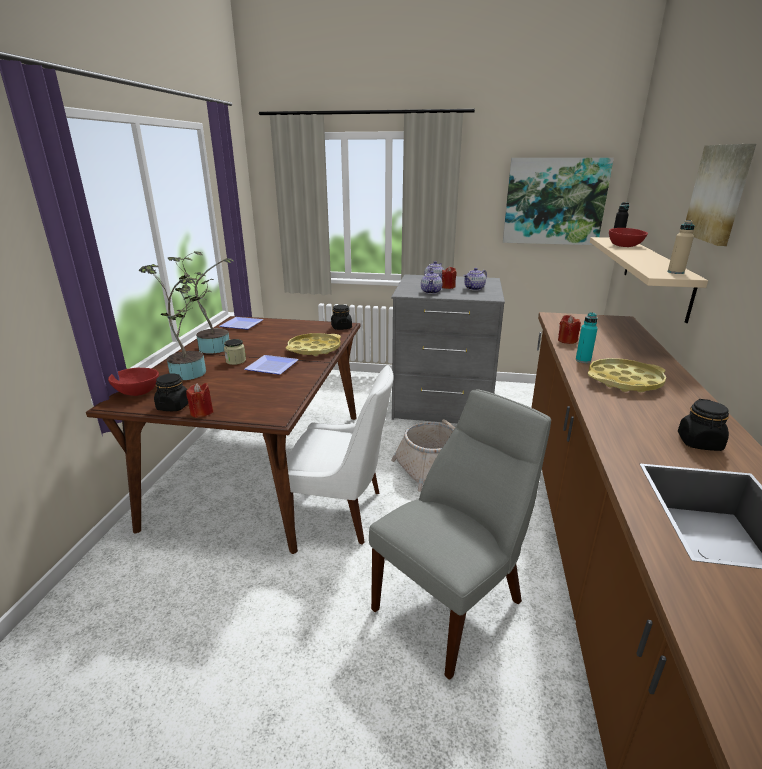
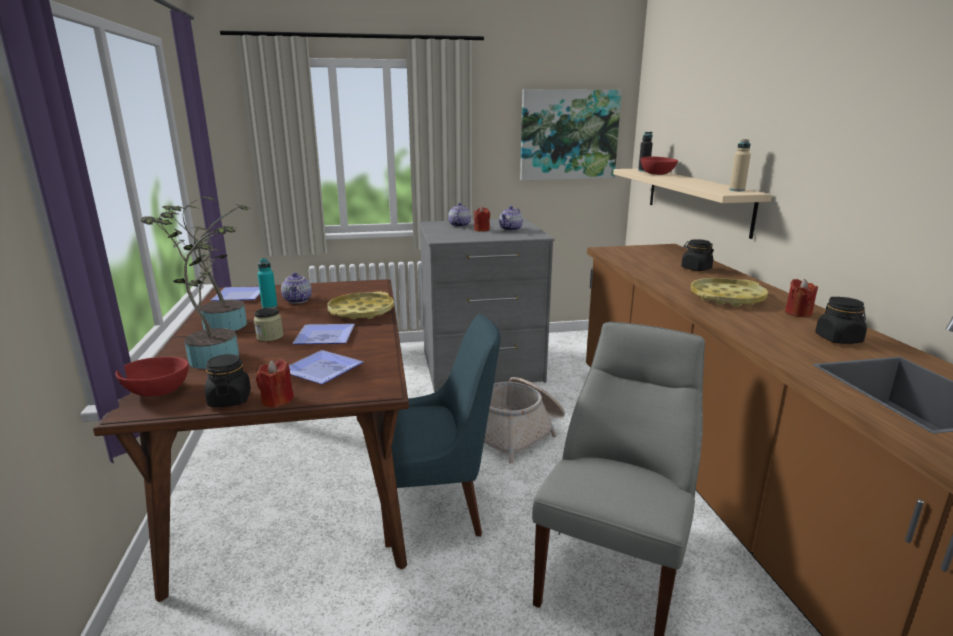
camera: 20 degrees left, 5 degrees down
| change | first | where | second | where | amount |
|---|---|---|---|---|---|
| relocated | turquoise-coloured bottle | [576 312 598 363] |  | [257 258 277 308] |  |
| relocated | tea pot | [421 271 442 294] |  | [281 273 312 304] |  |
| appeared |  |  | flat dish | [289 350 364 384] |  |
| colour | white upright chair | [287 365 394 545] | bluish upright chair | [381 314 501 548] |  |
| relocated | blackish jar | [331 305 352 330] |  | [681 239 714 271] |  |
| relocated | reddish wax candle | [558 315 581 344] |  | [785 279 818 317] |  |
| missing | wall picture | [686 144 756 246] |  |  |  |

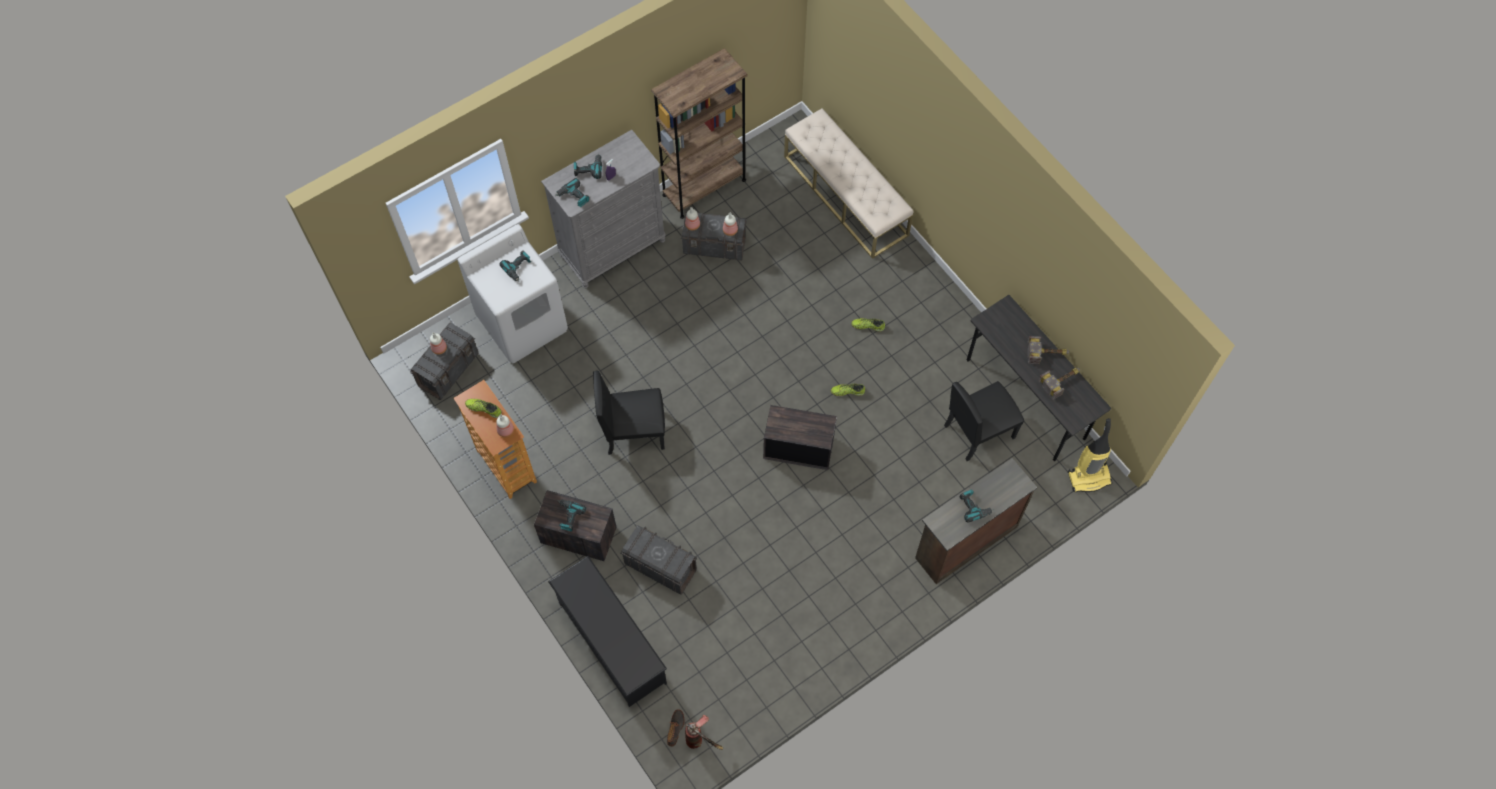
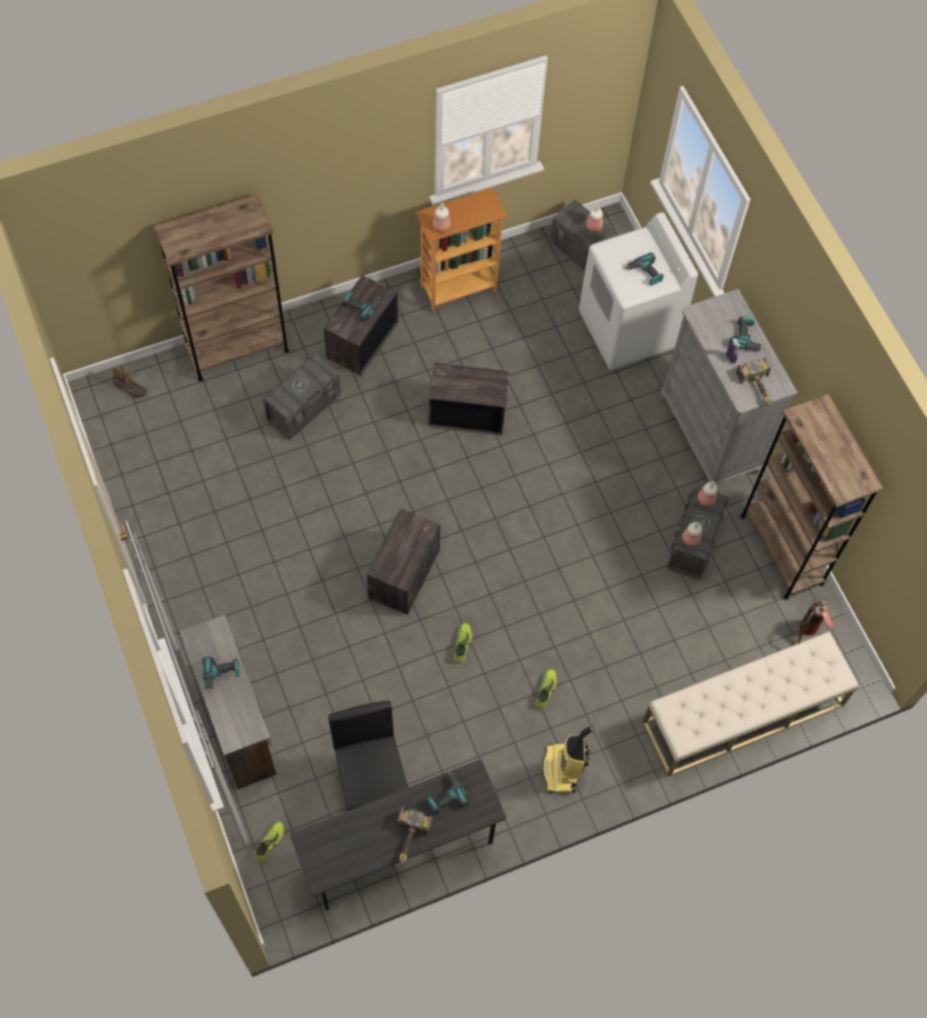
camera: 100 degrees right, 0 degrees up
| change | first | where | second | where | amount |
|---|---|---|---|---|---|
| exchanged | blackish shoe rack | [548 556 667 707] | brown shelving unit | [154 194 289 382] |  |
| relocated | low shoe | [465 399 502 418] |  | [254 821 285 863] |  |
| relocated | drill | [555 178 589 207] |  | [428 771 469 814] |  |
| exchanged | blackish upright chair | [593 371 665 455] | shipping crate | [429 363 509 436] |  |
| relocated | vacuum | [1068 418 1112 492] |  | [543 725 594 793] |  |
| relocated | hand hammer | [1038 368 1080 400] |  | [736 357 772 406] |  |
| relocated | fire extinguisher | [685 715 723 750] |  | [795 599 835 645] |  |

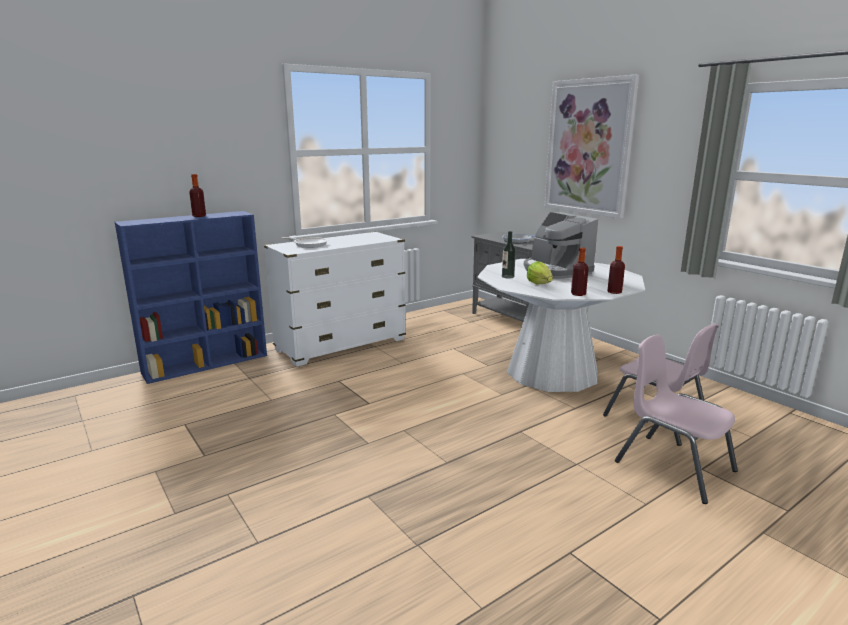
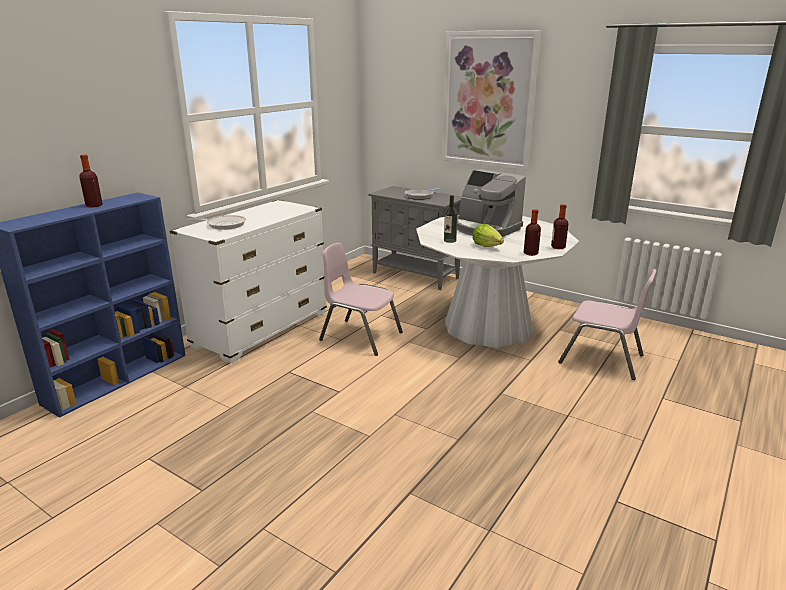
camera: 20 degrees left, 5 degrees up
| change | first | where | second | where | amount |
|---|---|---|---|---|---|
| relocated | pinkish upright chair | [615 335 738 504] |  | [319 243 403 356] |  |

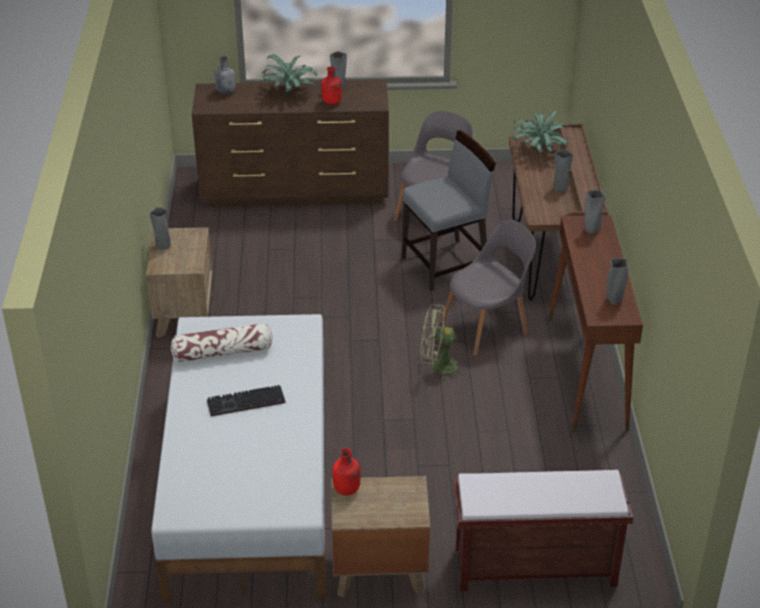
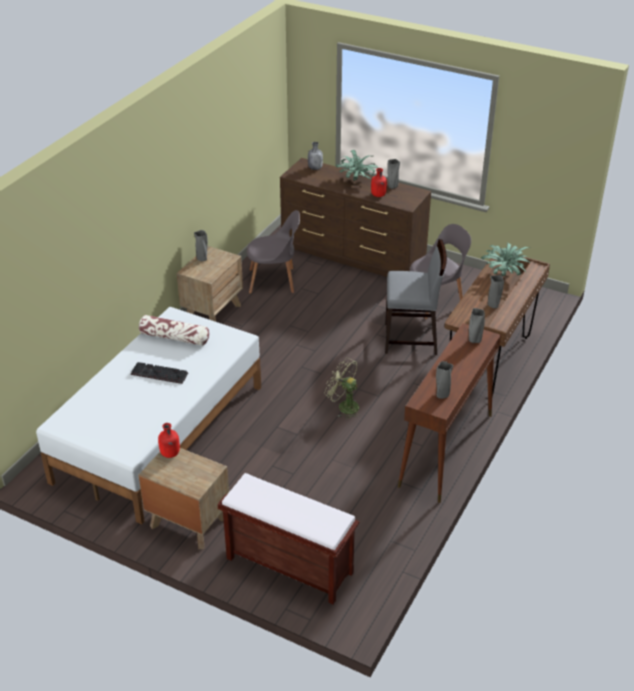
camera: 30 degrees right, 0 degrees up
| change | first | where | second | where | amount |
|---|---|---|---|---|---|
| relocated | gray upright chair | [440 219 536 356] |  | [247 210 300 294] |  |

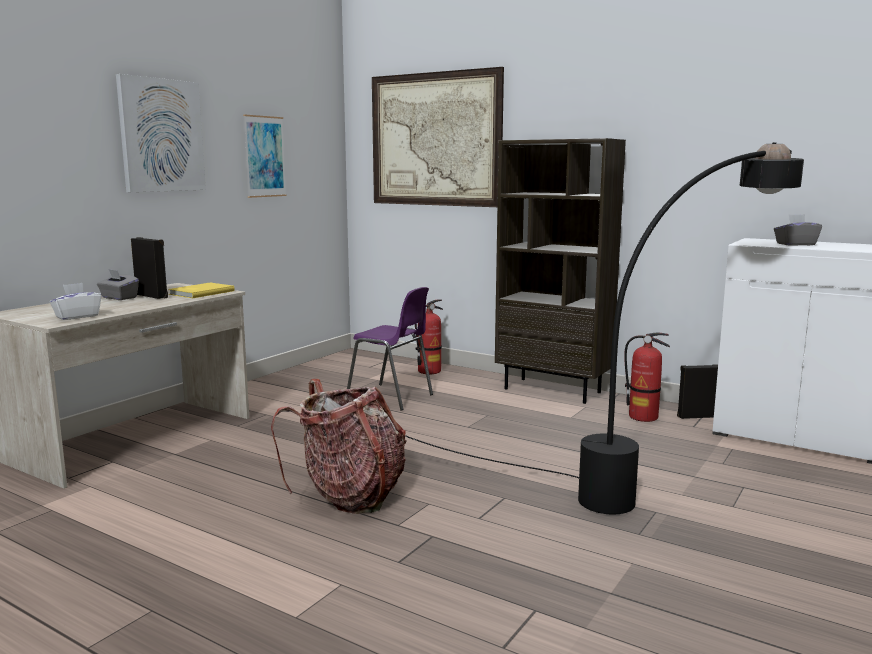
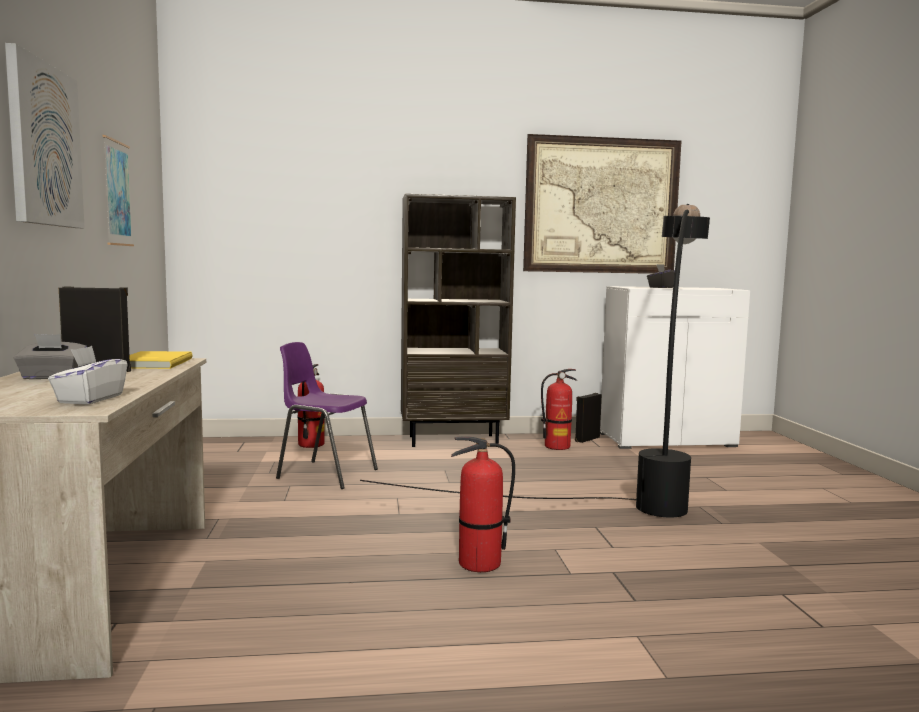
camera: 40 degrees left, 5 degrees down
| change | first | where | second | where | amount |
|---|---|---|---|---|---|
| spun | purplish upright chair | [347 287 433 411] |  | [276 342 378 489] | 150 degrees counterclockwise |
| exchanged | knapsack | [271 379 406 514] | fire extinguisher | [451 436 515 572] |  |
| relocated | wall picture | [372 67 504 207] |  | [523 134 681 274] |  |

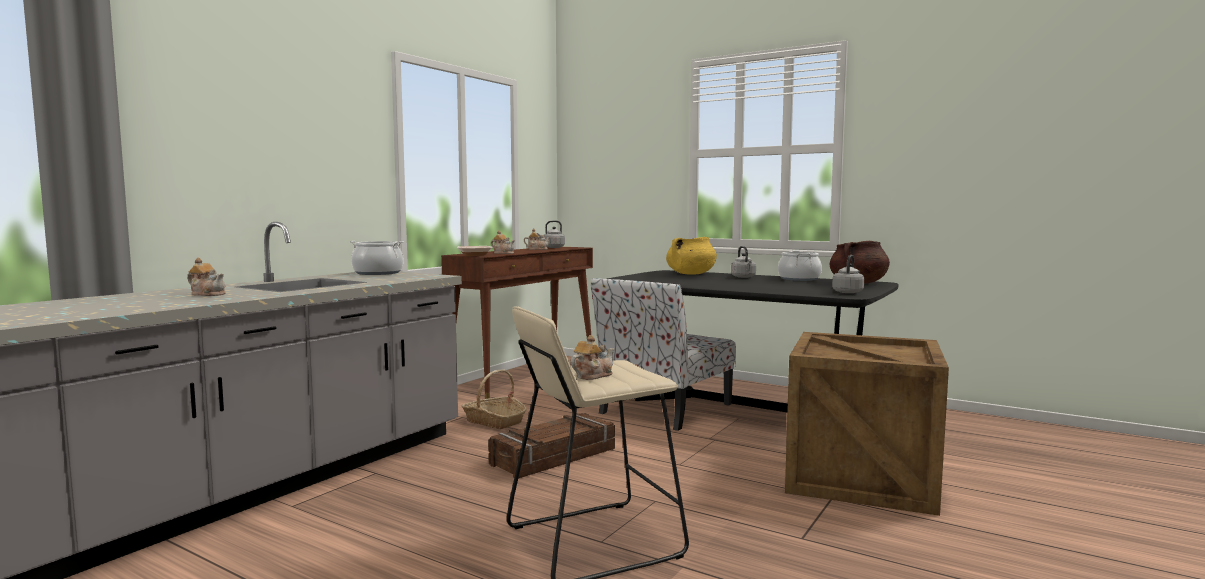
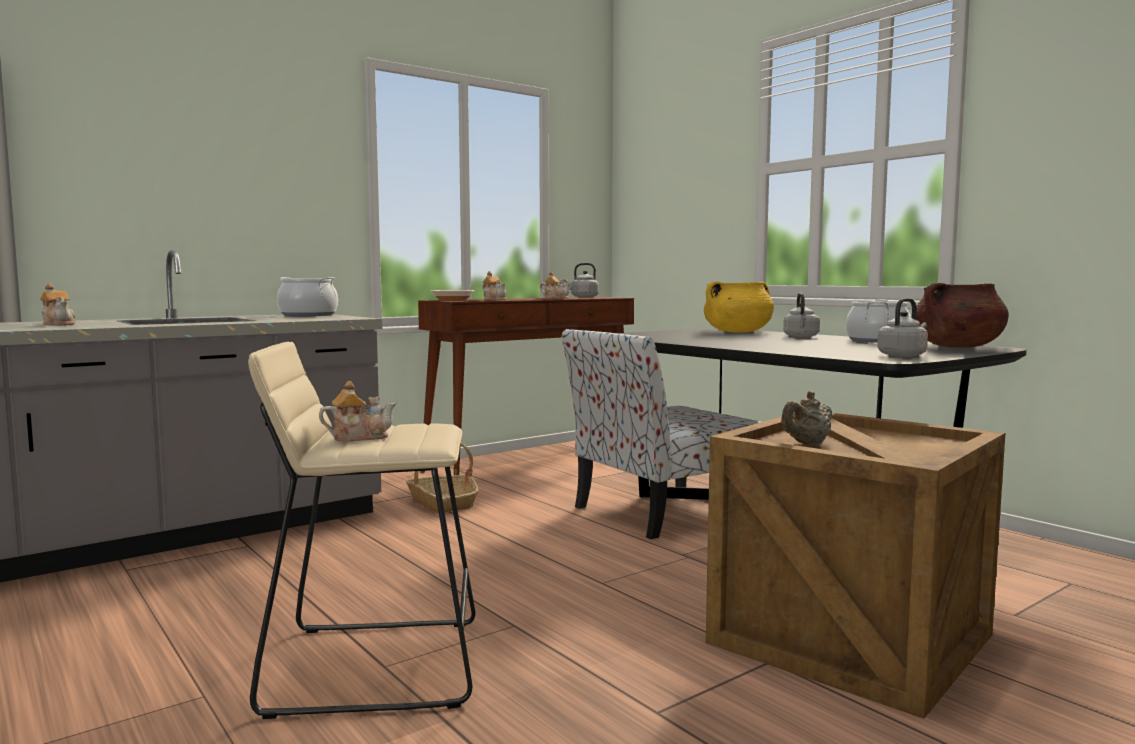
camera: 20 degrees right, 0 degrees up
| change | first | where | second | where | amount |
|---|---|---|---|---|---|
| appeared |  |  | beige-coloured tea pot | [781 391 832 445] |  |
| missing | shipping crate | [488 413 615 479] |  |  |  |

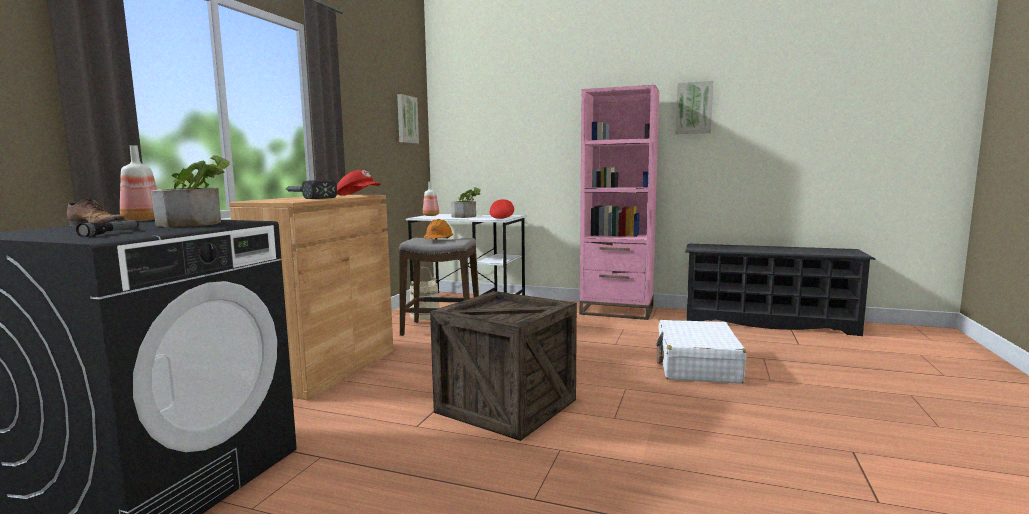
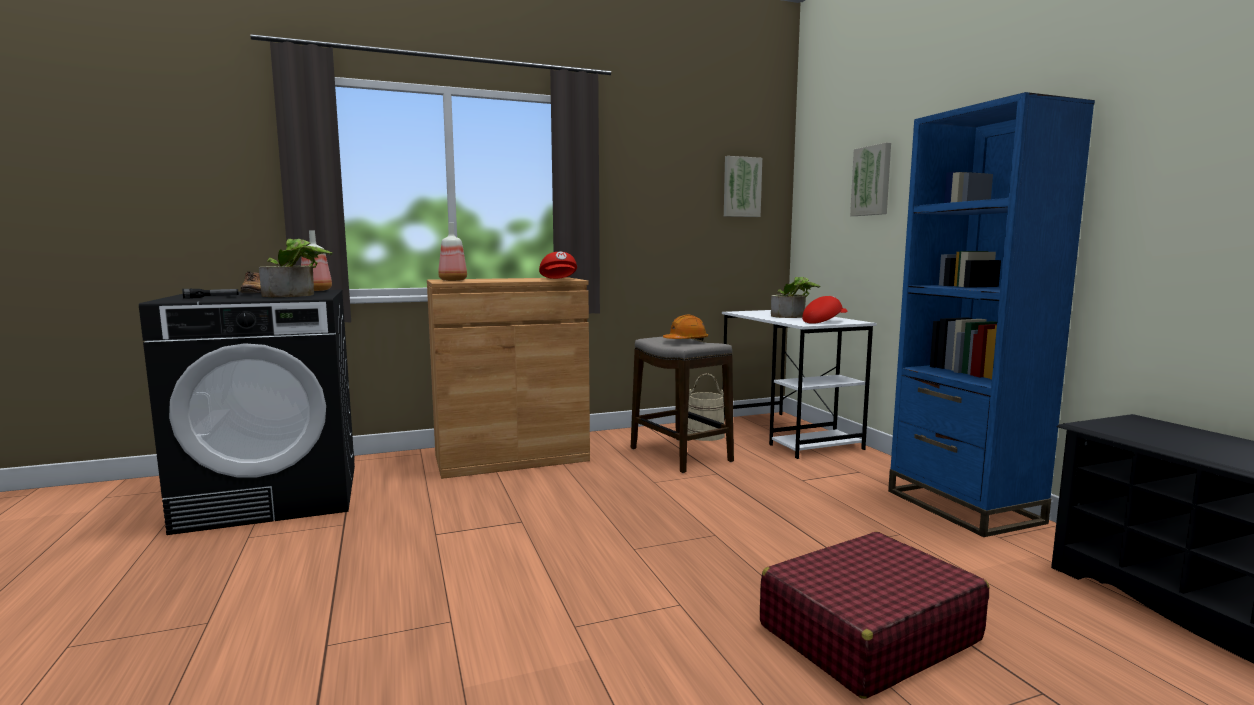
camera: 50 degrees right, 0 degrees up
| change | first | where | second | where | amount |
|---|---|---|---|---|---|
| relocated | bottle | [423 182 439 216] |  | [438 223 467 281] |  |
| colour | white suitcase | [656 320 746 384] | reddish suitcase | [760 532 989 699] |  |
| relocated | wall picture | [676 81 713 134] |  | [850 142 891 216] |  |
| colour | pinkish shelving unit | [579 85 660 320] | bluish shelving unit | [888 92 1095 537] |  |
| missing | hand hammer | [286 180 337 199] |  |  |  |
| missing | shipping crate | [430 291 577 441] |  |  |  |

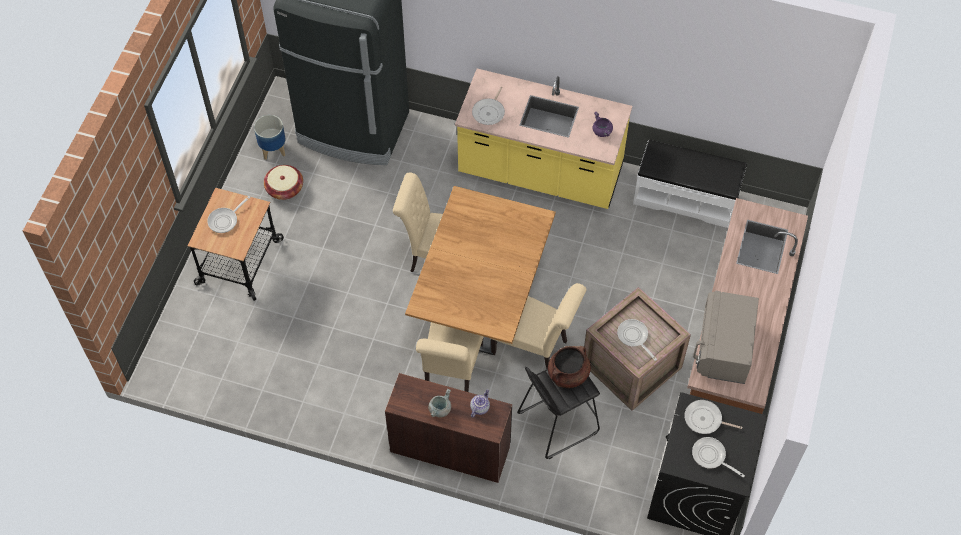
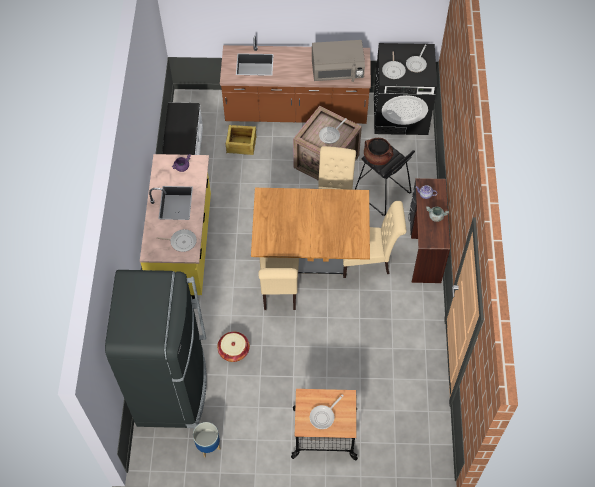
camera: 105 degrees left, 0 degrees up
| change | first | where | second | where | amount |
|---|---|---|---|---|---|
| relocated | storage basket | [264 165 303 200] |  | [217 332 250 362] |  |
| appeared |  |  | shipping crate | [226 125 256 155] |  |
| spun | skillet | [207 196 250 233] |  | [310 394 344 429] | 105 degrees clockwise |

